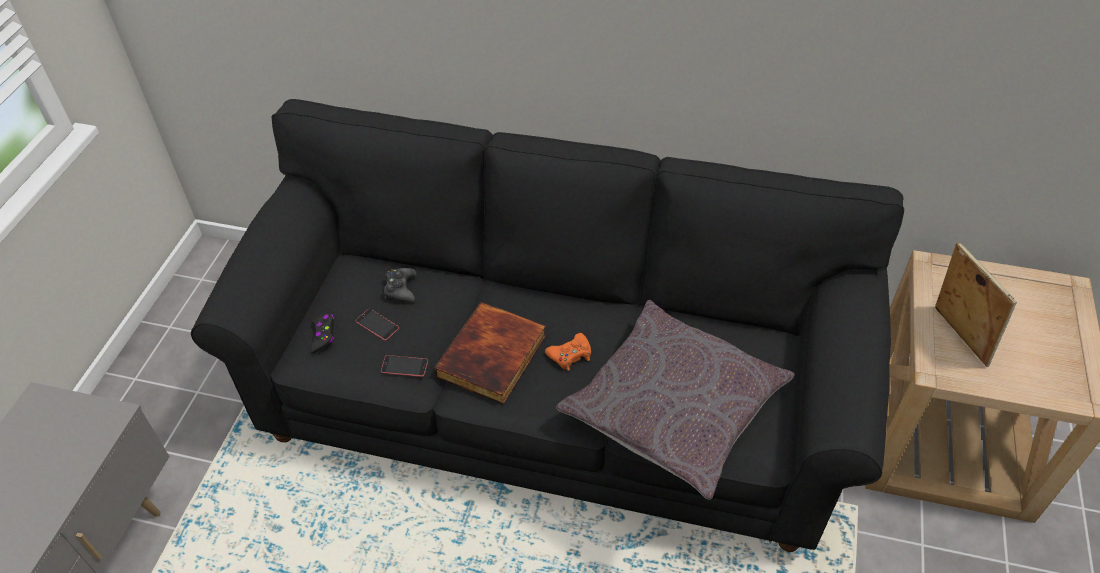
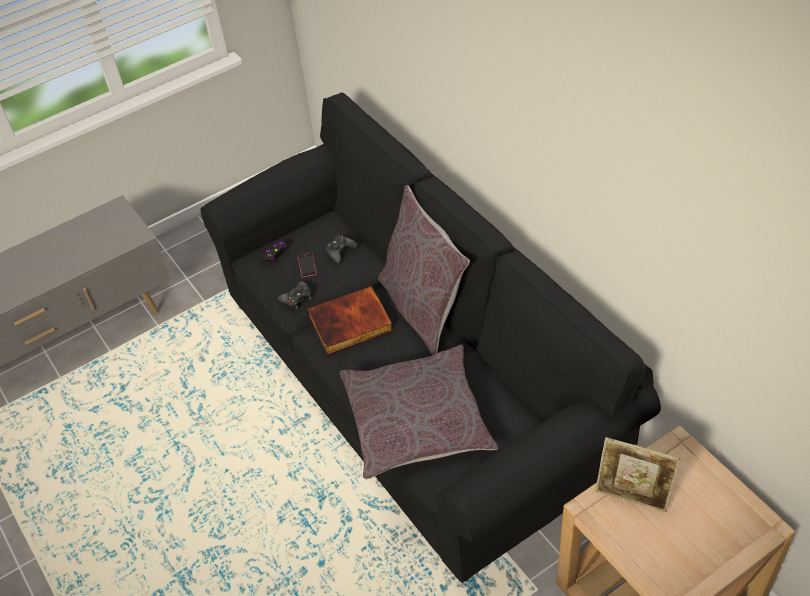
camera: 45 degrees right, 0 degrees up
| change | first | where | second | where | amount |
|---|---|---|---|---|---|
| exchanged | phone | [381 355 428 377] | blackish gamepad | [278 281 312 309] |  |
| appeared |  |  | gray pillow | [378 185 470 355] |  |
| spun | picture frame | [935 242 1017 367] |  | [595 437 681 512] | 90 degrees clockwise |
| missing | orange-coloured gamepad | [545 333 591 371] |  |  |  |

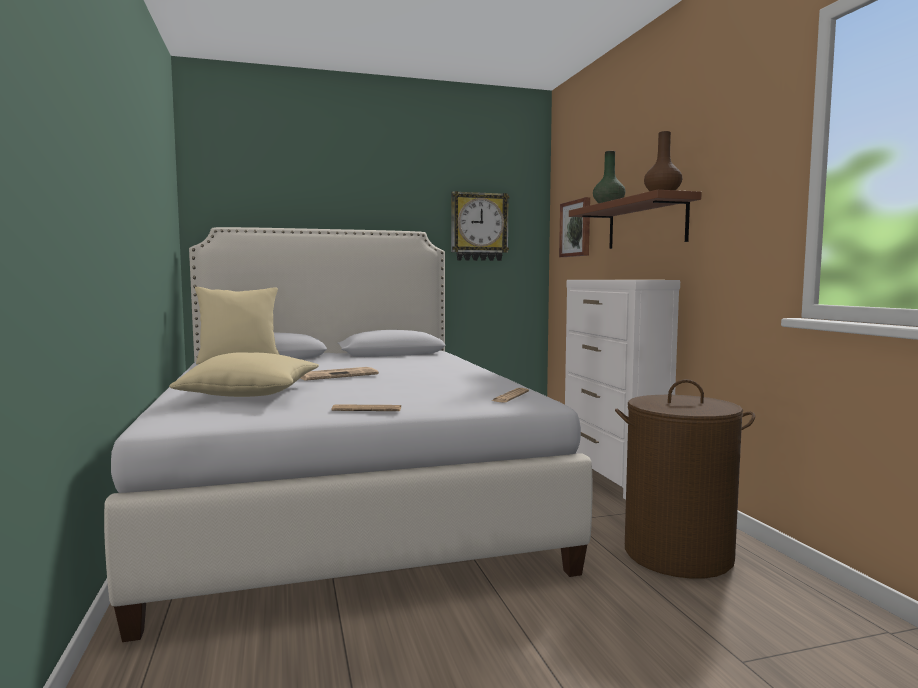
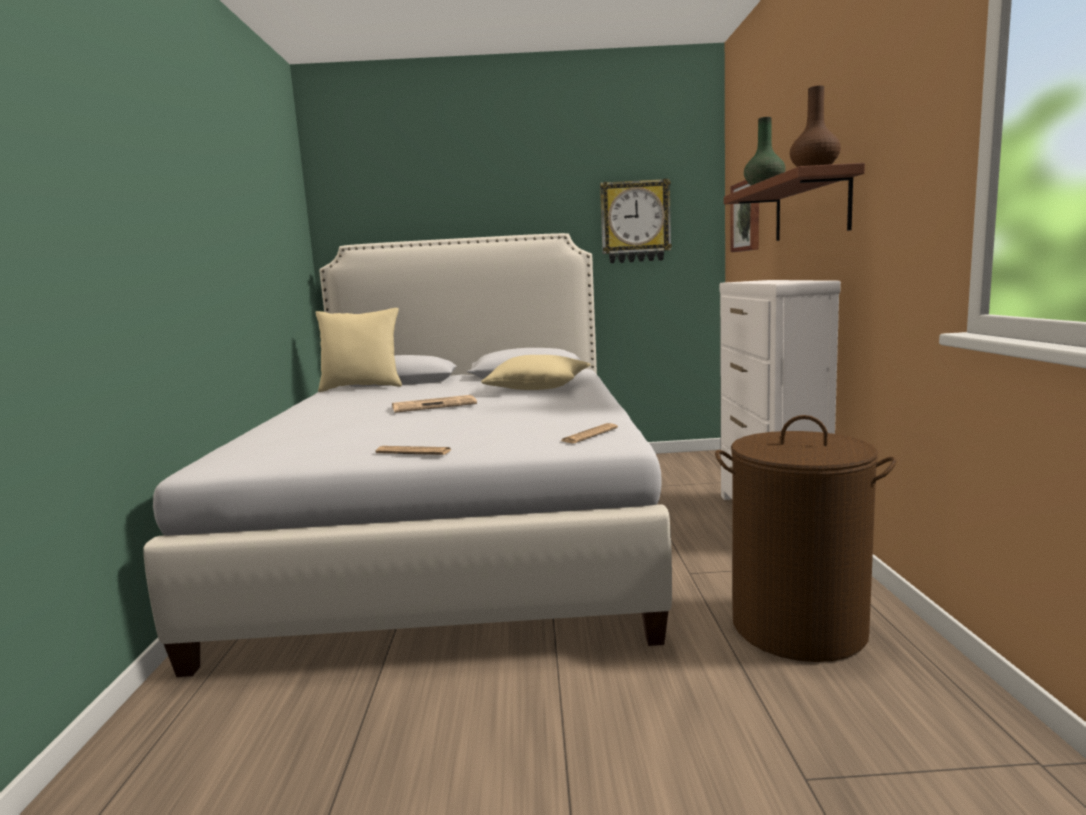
camera: 15 degrees right, 5 degrees up
| change | first | where | second | where | amount |
|---|---|---|---|---|---|
| relocated | beige-coloured pillow | [169 352 319 397] |  | [481 355 591 390] |  |

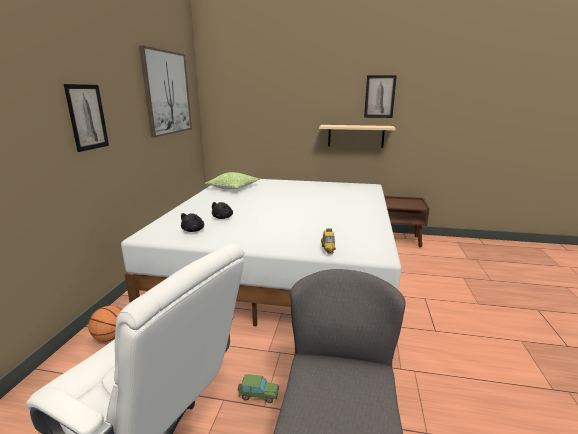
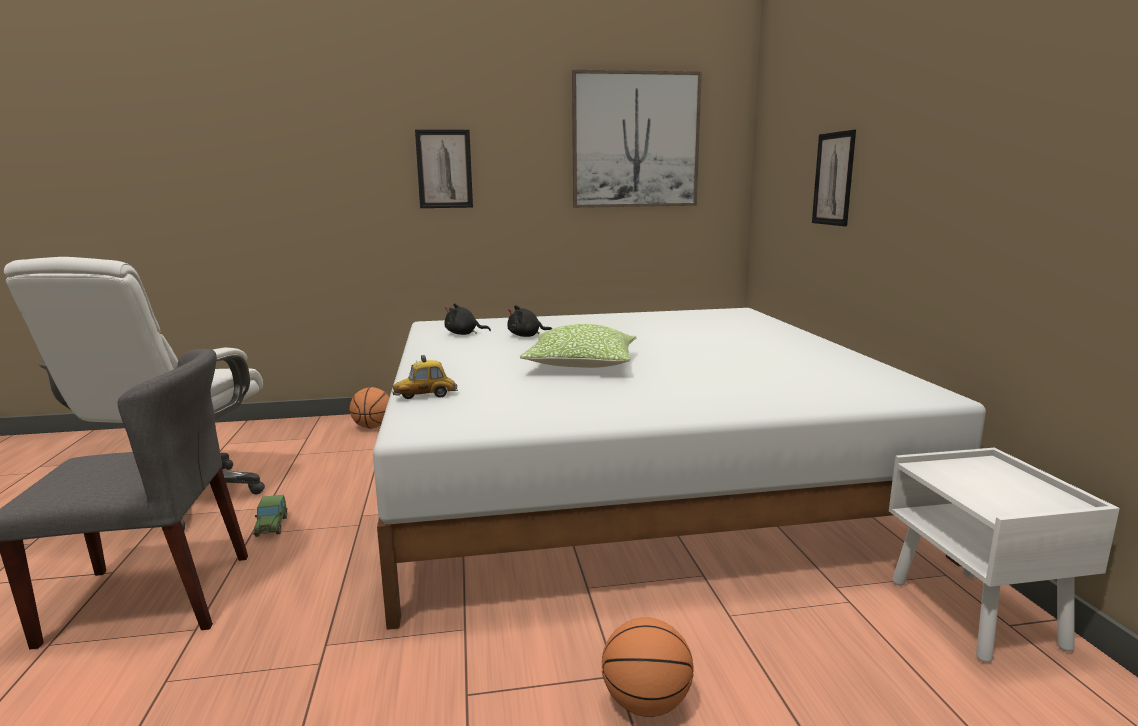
camera: 70 degrees right, 5 degrees down
| change | first | where | second | where | amount |
|---|---|---|---|---|---|
| relocated | pillow | [205 172 260 190] |  | [520 324 637 368] |  |
| appeared |  |  | ball for basketball | [602 617 694 717] |  |
| relocated | wall picture | [364 75 397 118] |  | [812 129 856 226] |  |
| colour | brown nightstand | [384 196 430 247] | white nightstand | [889 448 1120 663] |  |
| missing | beige-coloured shelf | [319 125 396 148] |  |  |  |

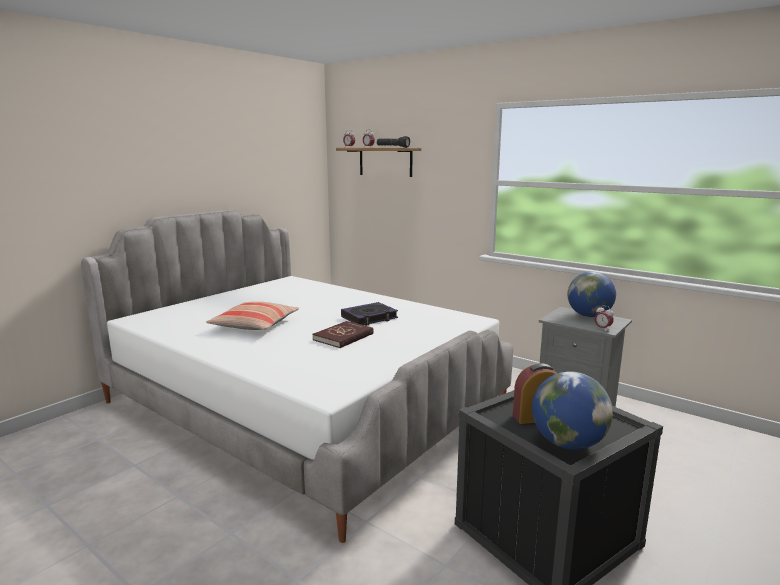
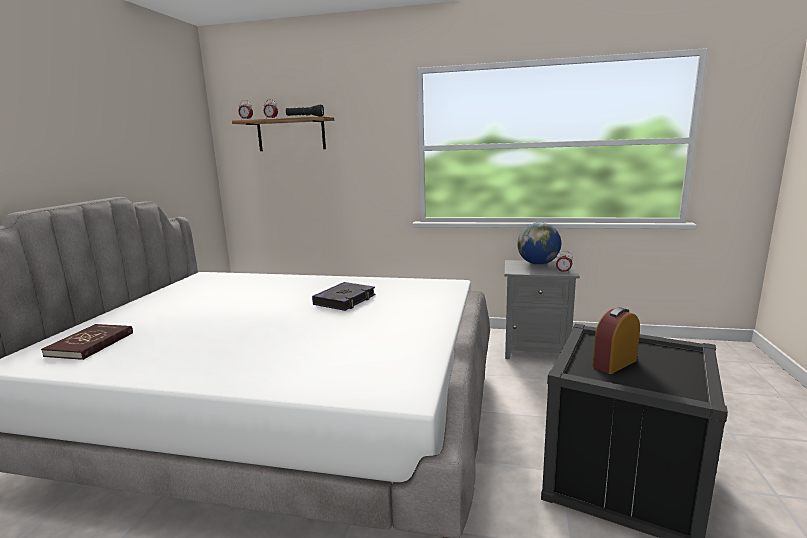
camera: 25 degrees left, 0 degrees up
| change | first | where | second | where | amount |
|---|---|---|---|---|---|
| relocated | reddish book | [312 321 374 348] |  | [41 324 133 360] |  |
| missing | pillow | [206 302 299 330] |  |  |  |
| missing | world globe | [532 371 613 450] |  |  |  |

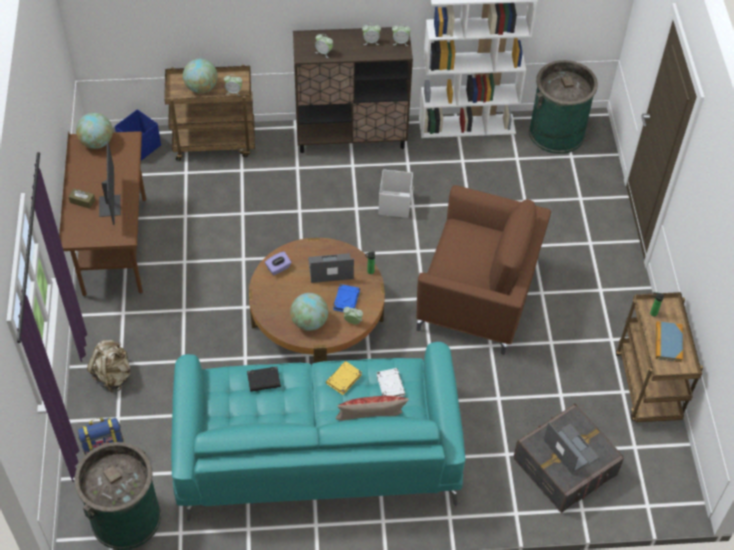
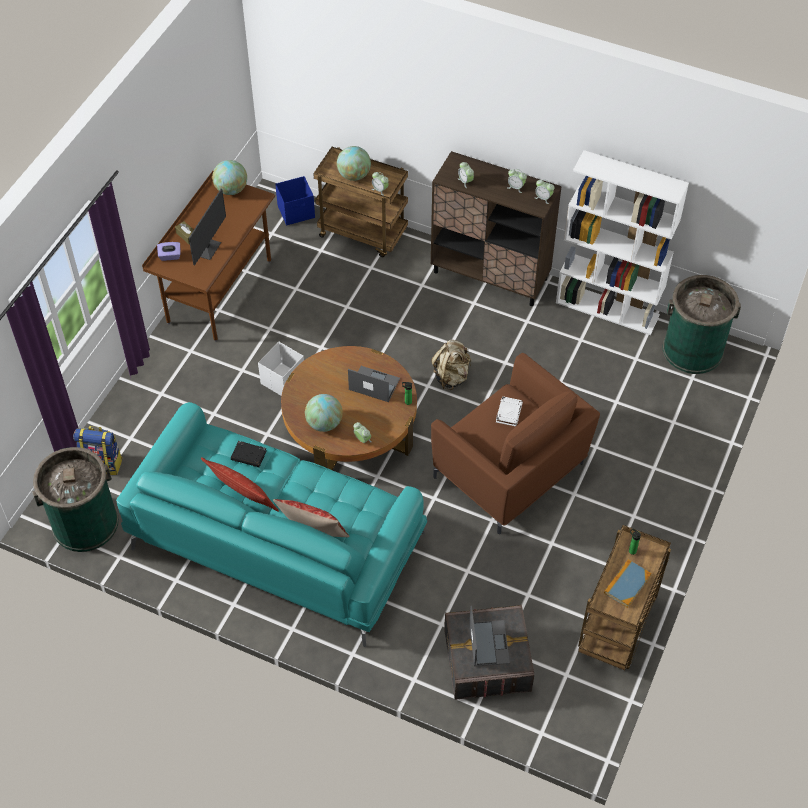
camera: 30 degrees right, 0 degrees up
| change | first | where | second | where | amount |
|---|---|---|---|---|---|
| relocated | purplish tissue holder | [265 251 291 275] |  | [157 242 181 261] |  |
| appeared |  |  | pillow | [201 457 279 512] |  |
| relocated | white storage box | [378 169 413 218] |  | [258 342 304 396] |  |
| relocated | beige-coloured knapsack | [87 340 130 393] |  | [431 340 471 390] |  |
| relocated | white book | [376 368 406 397] |  | [496 396 523 426] |  |
| missing | yellow book | [326 361 362 395] |  |  |  |
| missing | bluish book | [333 284 360 312] |  |  |  |

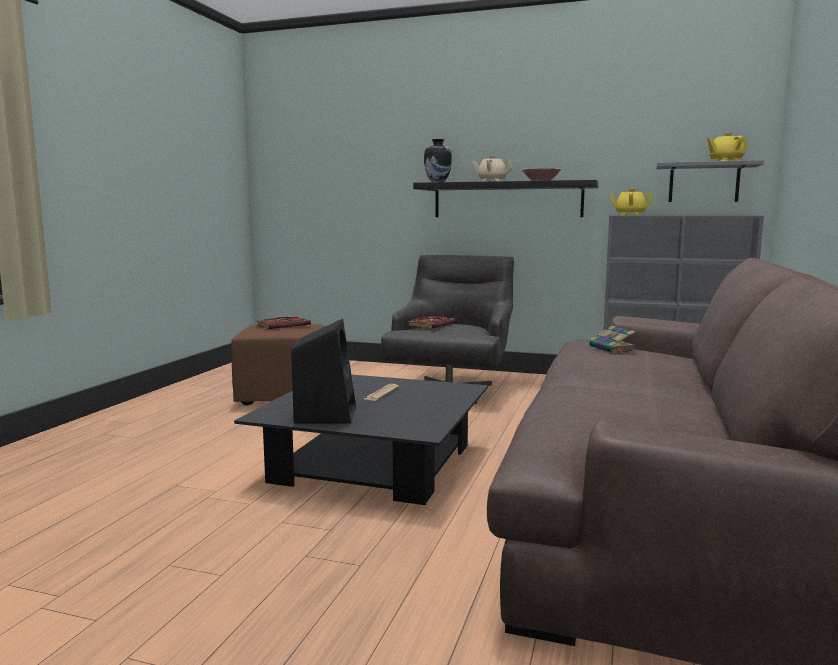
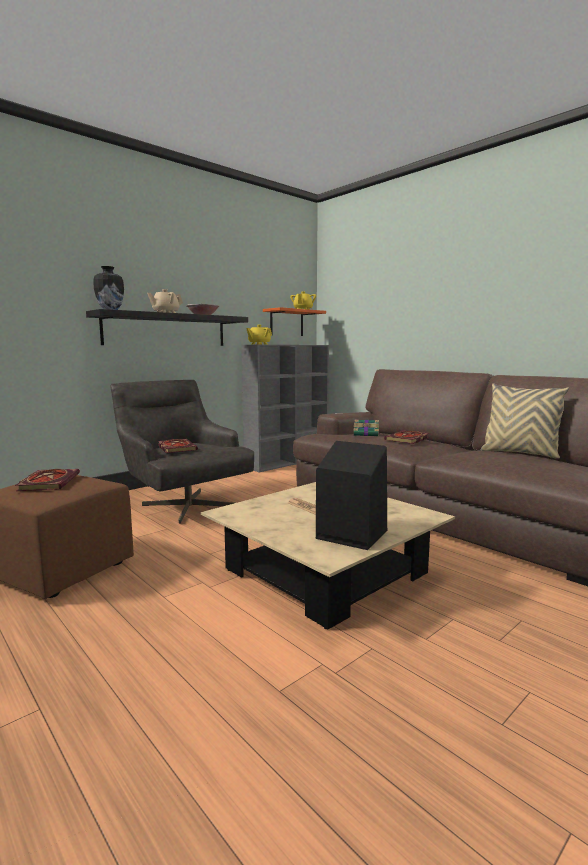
camera: 60 degrees left, 0 degrees up
| change | first | where | second | where | amount |
|---|---|---|---|---|---|
| colour | blackish lounge table | [234 375 488 505] | beige-coloured lounge table | [201 482 455 629] |  |
| colour | gray shelf | [656 160 764 202] | orange-coloured shelf | [263 307 326 336] |  |
| appeared |  |  | book | [384 431 430 444] |  |
| appeared |  |  | beige-coloured pillow | [481 383 569 459] |  |

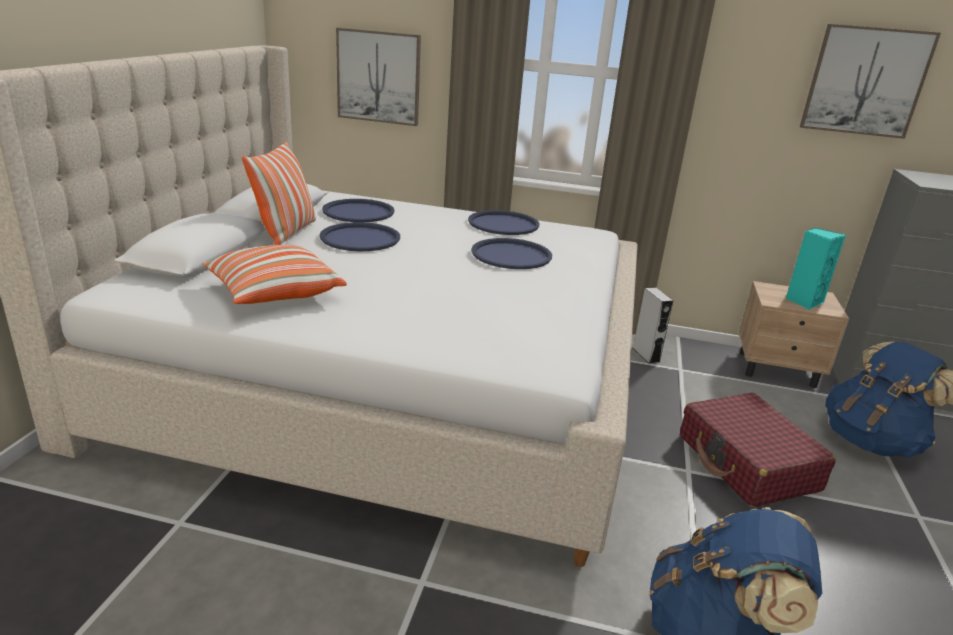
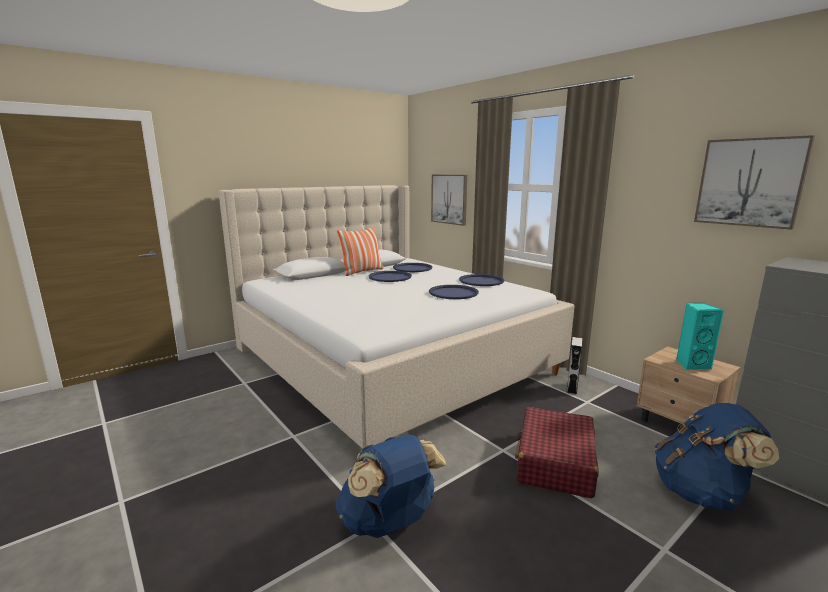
camera: 40 degrees right, 10 degrees down
| change | first | where | second | where | amount |
|---|---|---|---|---|---|
| missing | pillow | [202 244 347 304] |  |  |  |

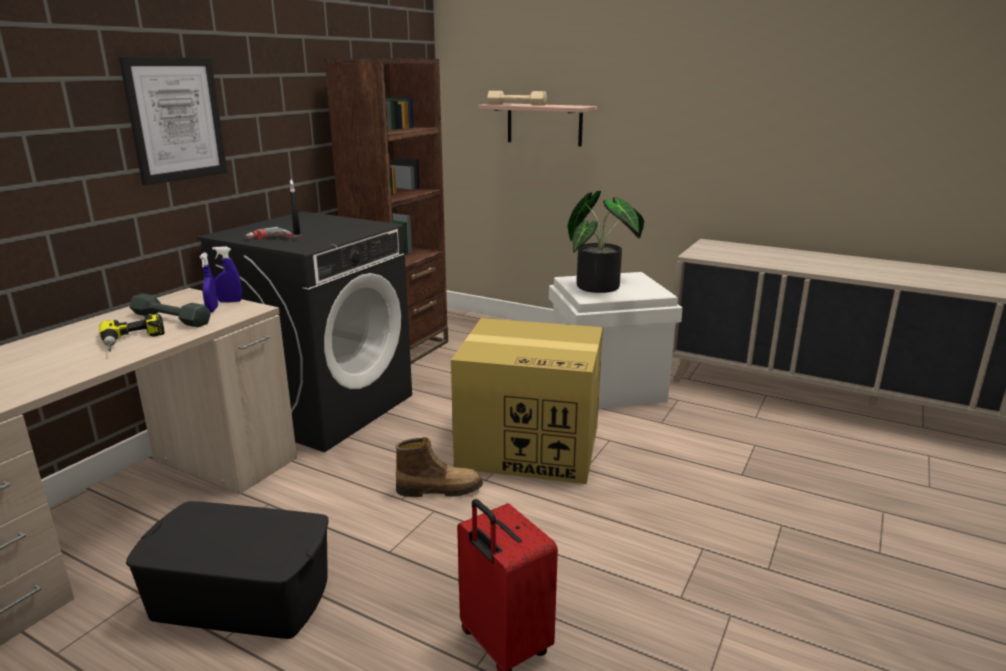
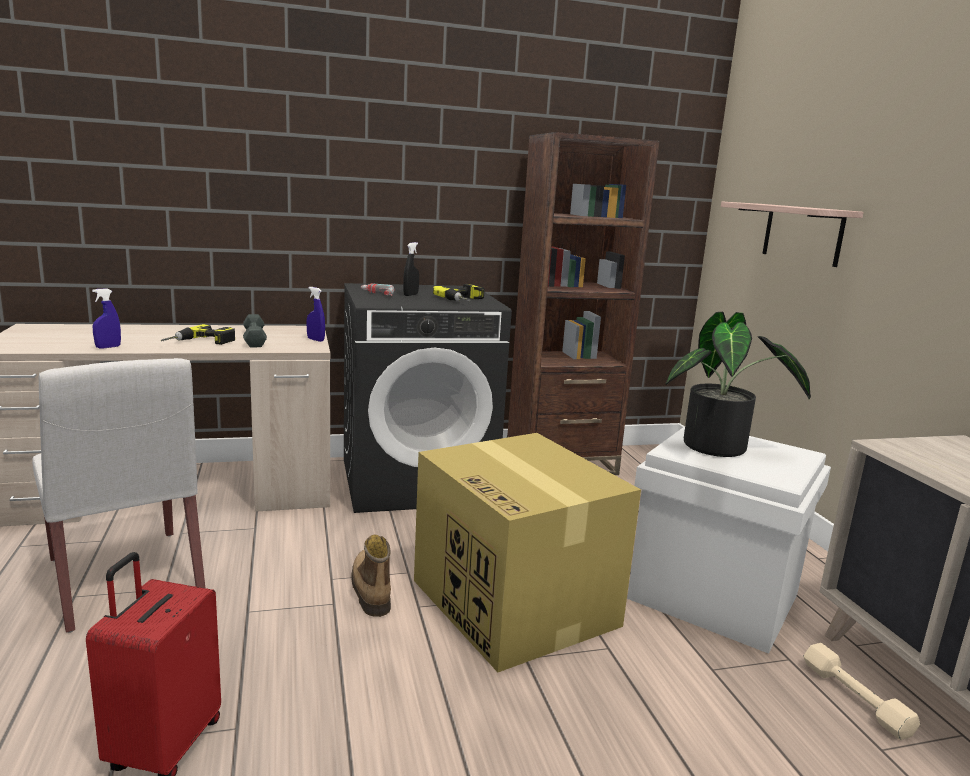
camera: 45 degrees right, 5 degrees down
| change | first | where | second | where | amount |
|---|---|---|---|---|---|
| exchanged | blackish storage box | [126 501 329 639] | white upright chair | [32 358 206 633] |  |
| relocated | bluish spray bottle | [200 252 218 313] |  | [92 288 121 349] |  |
| spun | boot | [396 437 483 497] |  | [351 535 391 617] | 150 degrees counterclockwise |
| appeared |  |  | drill | [433 284 485 301] |  |
| relocated | beige-coloured free weight | [487 91 547 105] |  | [803 643 920 740] |  |
| missing | wall picture | [119 57 227 185] |  |  |  |

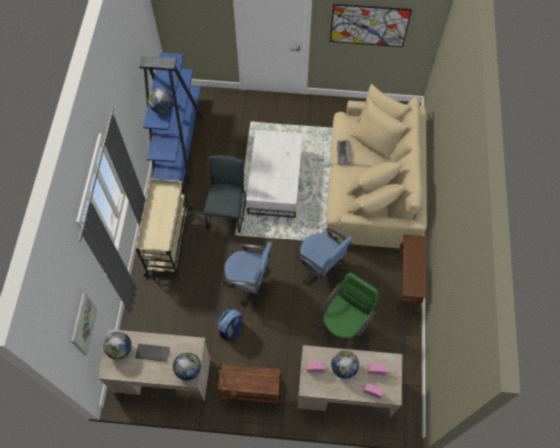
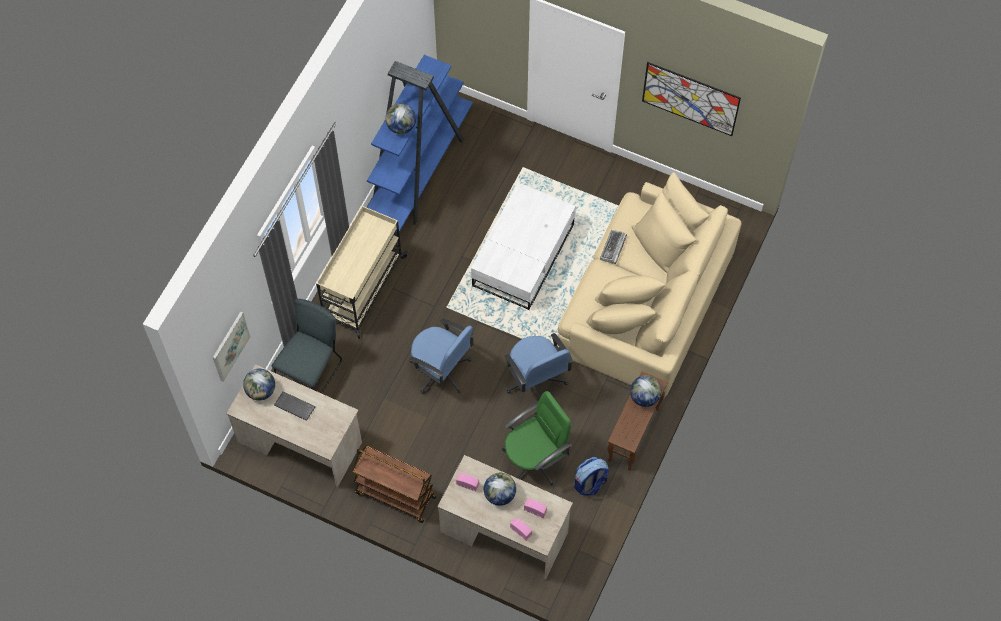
camera: 20 degrees right, 0 degrees up
| change | first | where | second | where | amount |
|---|---|---|---|---|---|
| relocated | gray upright chair | [203 155 246 233] |  | [272 299 342 394] |  |
| relocated | knapsack | [217 309 243 340] |  | [574 457 609 496] |  |
| relocated | world globe | [173 352 201 381] |  | [630 375 662 407] |  |

